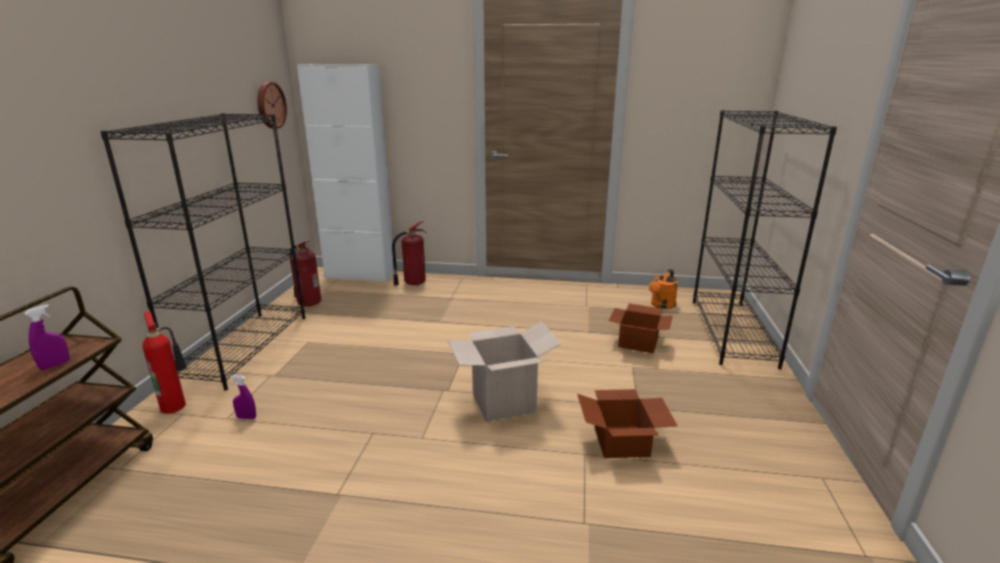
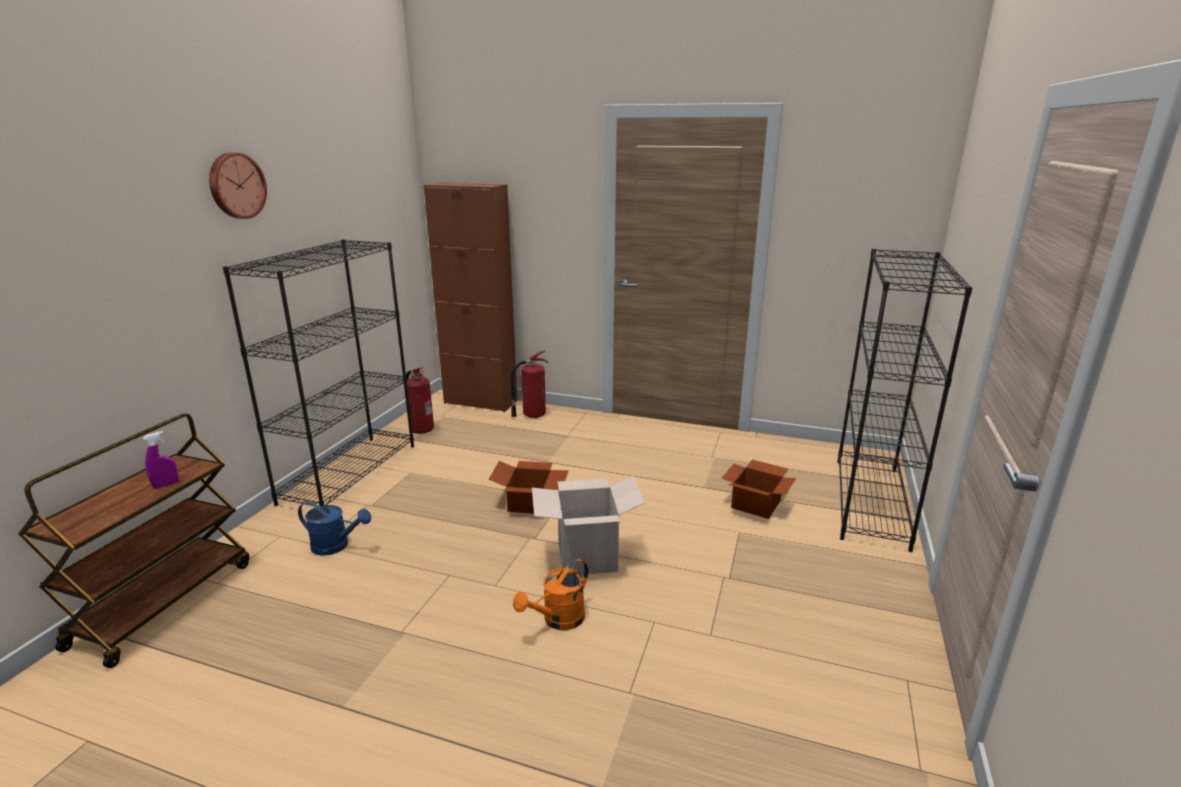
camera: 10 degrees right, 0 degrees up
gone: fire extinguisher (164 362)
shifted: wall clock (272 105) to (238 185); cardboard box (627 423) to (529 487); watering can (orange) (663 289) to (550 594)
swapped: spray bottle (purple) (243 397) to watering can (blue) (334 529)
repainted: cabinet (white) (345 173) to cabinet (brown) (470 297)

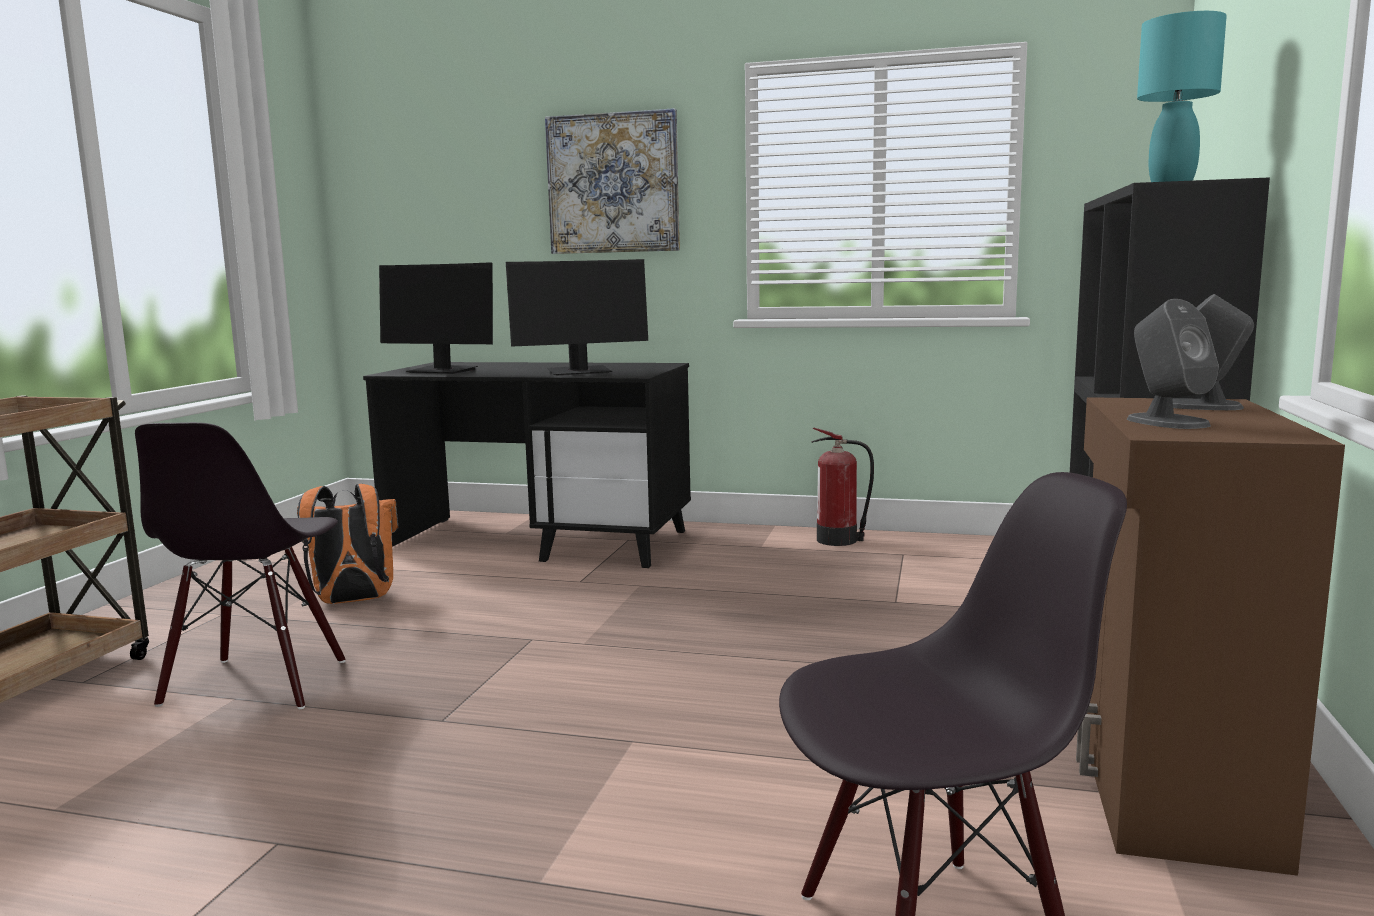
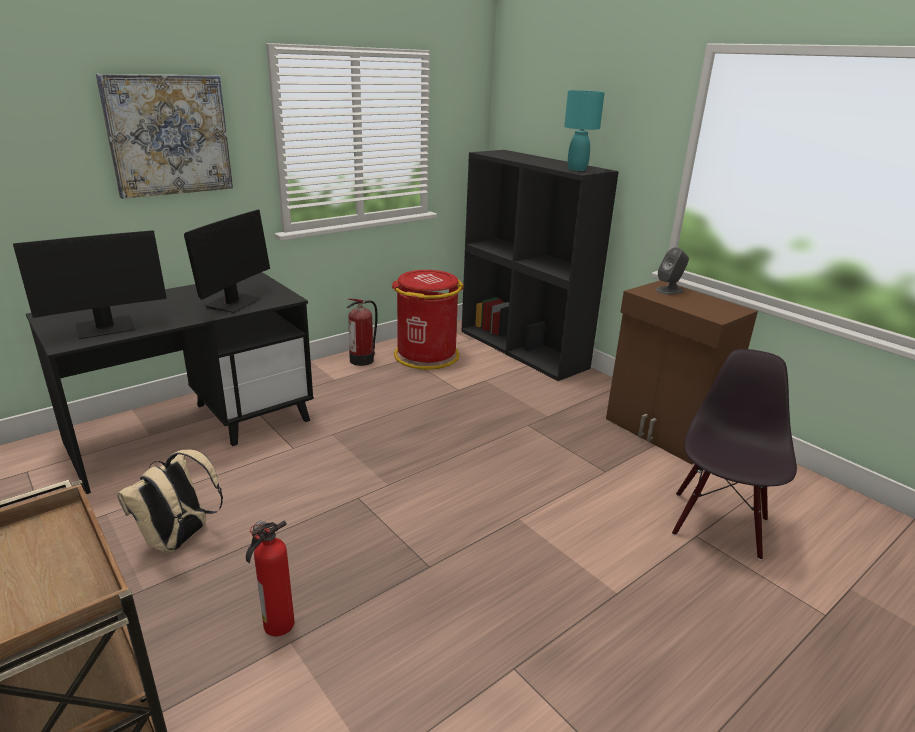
camera: 55 degrees left, 15 degrees up
gone: speaker (grey) (1173 364)
new: trash can (red) (428 319)
swapped: chair (black) (240 565) to fire extinguisher (270 578)
repainted: backpack (orange) (347 544) to backpack (beige) (170 501)

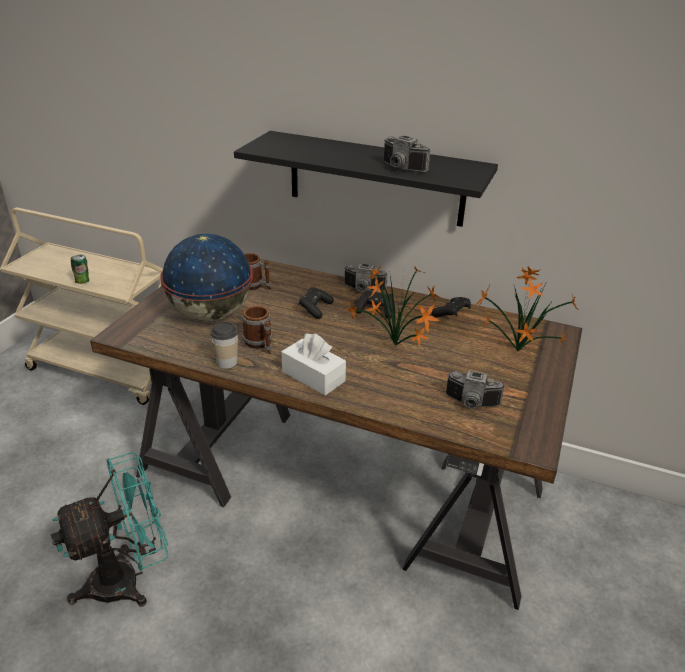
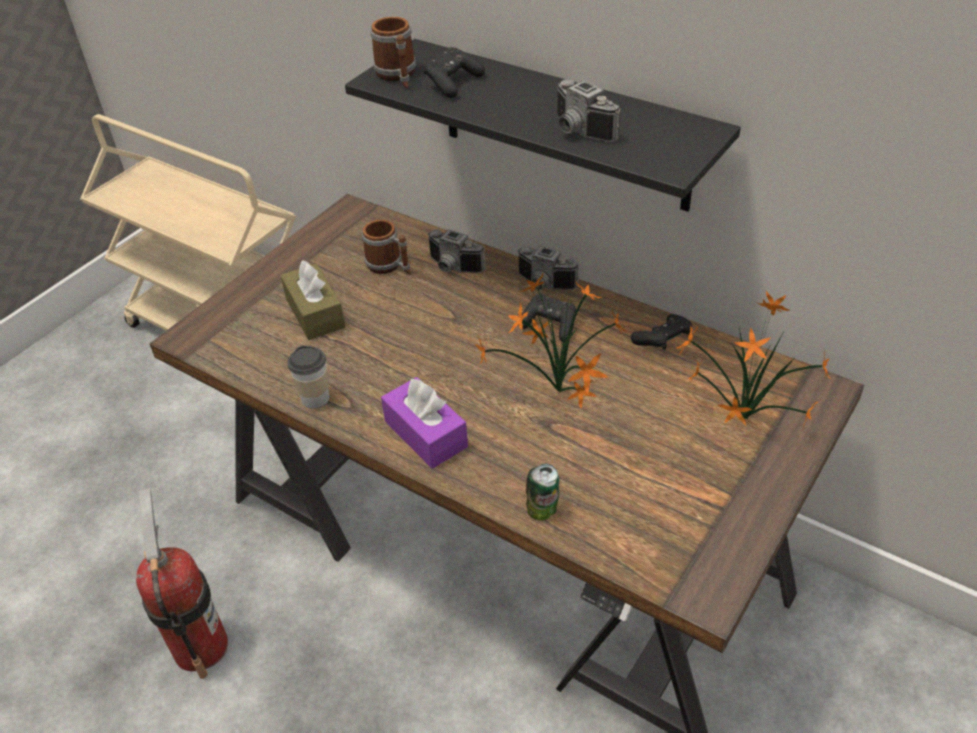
camera: 15 degrees right, 10 degrees up
shifted: can (80 269) to (542 492); mug (257 330) to (393 53); game controller (black) (316 303) to (454 72); photo camera (475 389) to (457 251)
swapped: fan (turquoise) (109 529) to fire extinguisher (182 583); globe (206 277) to tissue box (brown) (312 300)
repainted: tissue box (white) (313 364) to tissue box (purple) (424 423)

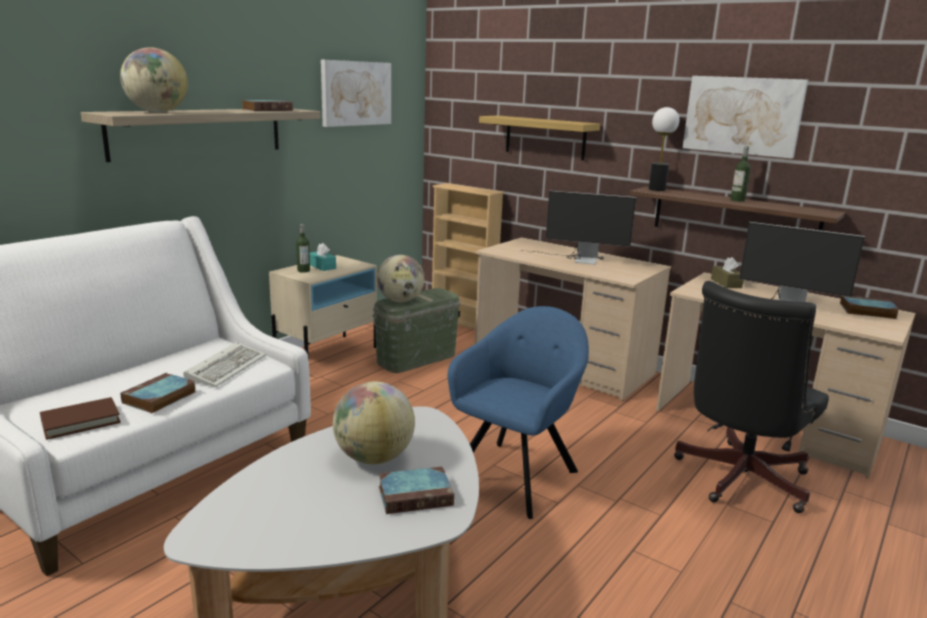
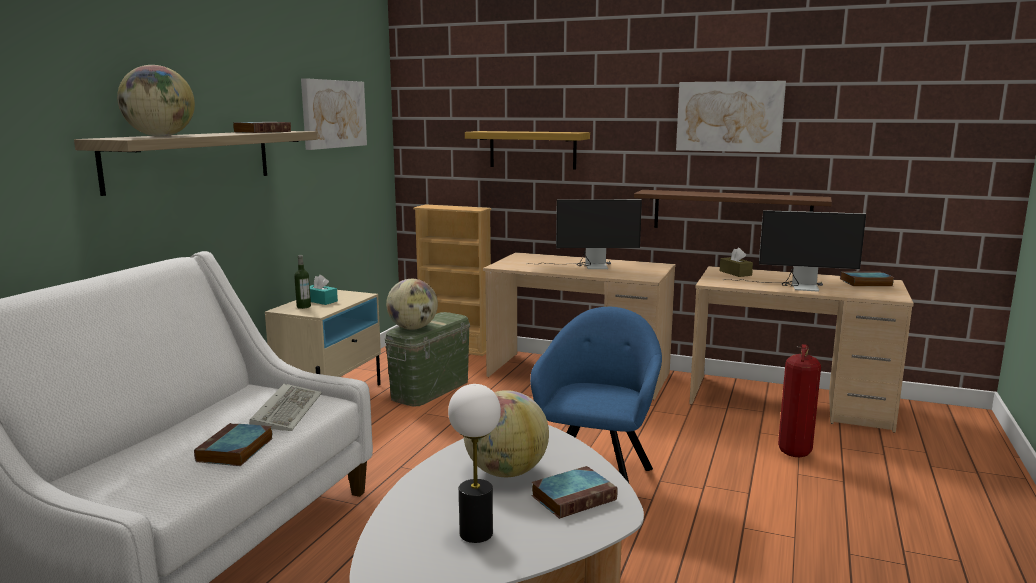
camera: 15 degrees left, 5 degrees down
gone: book (brown) (80 418); bottle (741 174)
shifted: table lamp (664 149) to (474 463)
swapped: office chair (black) (751 397) to fire extinguisher (799 400)

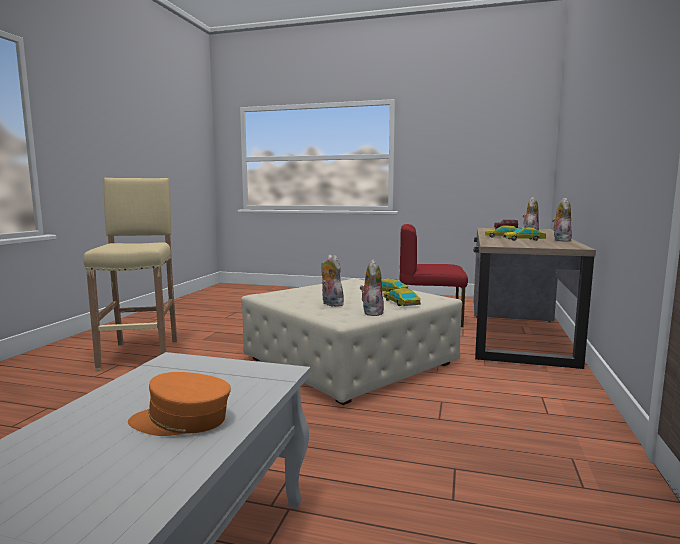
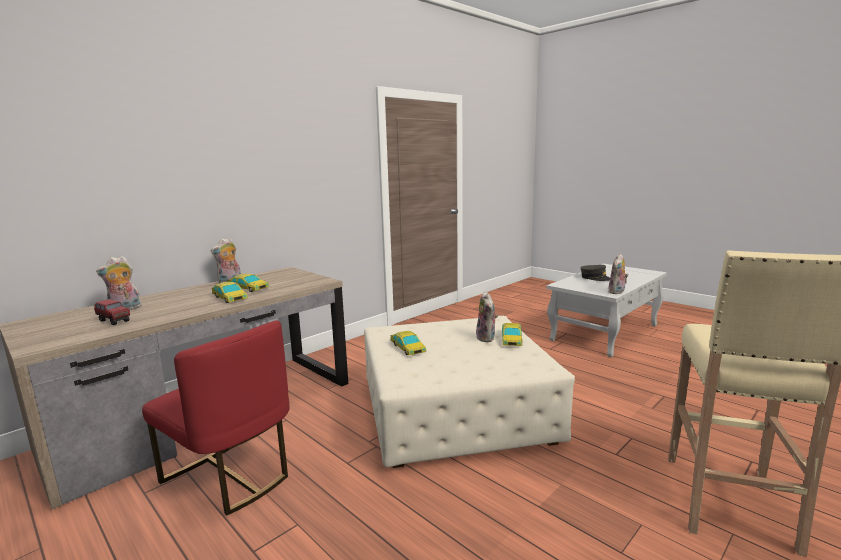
camera: 150 degrees left, 5 degrees up
shifted: plush toy (372 287) to (618 274); toy car (402 297) to (512 334)
repainted: cap (orange) (179 404) to cap (grey) (595 273)

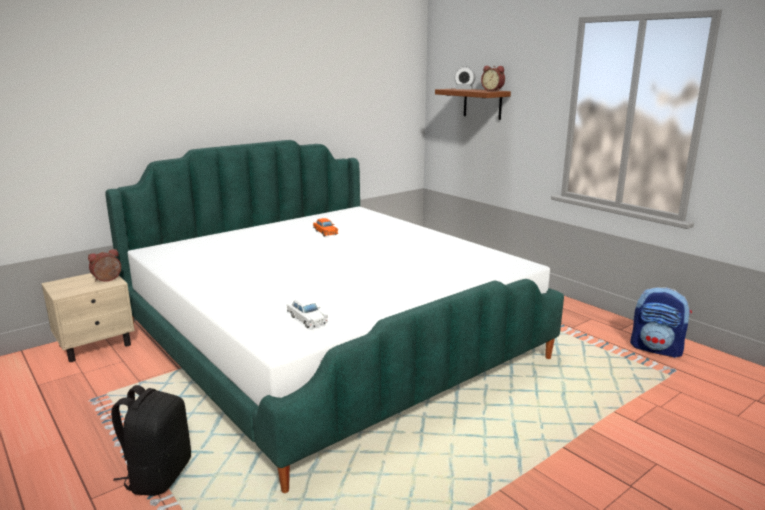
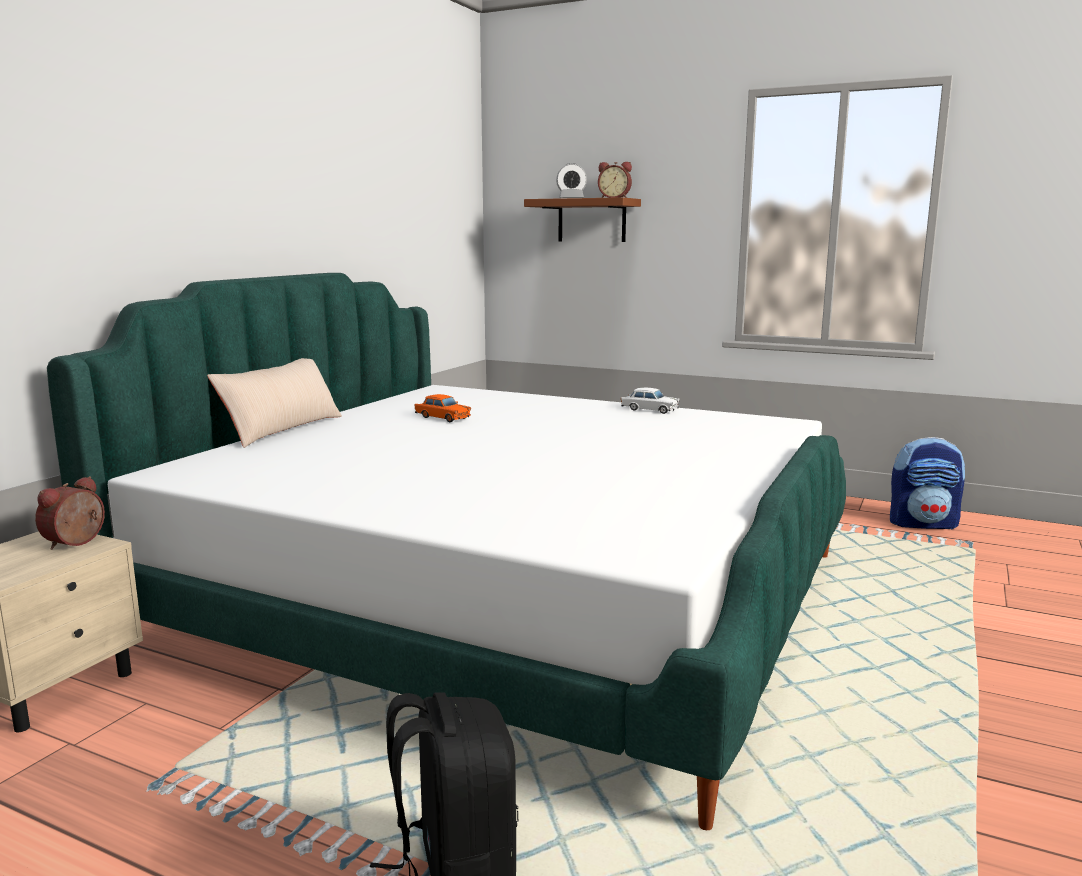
camera: 25 degrees left, 5 degrees down
new: pillow (beige) (274 403)
shifted: toy car (white) (307 312) to (650 401)

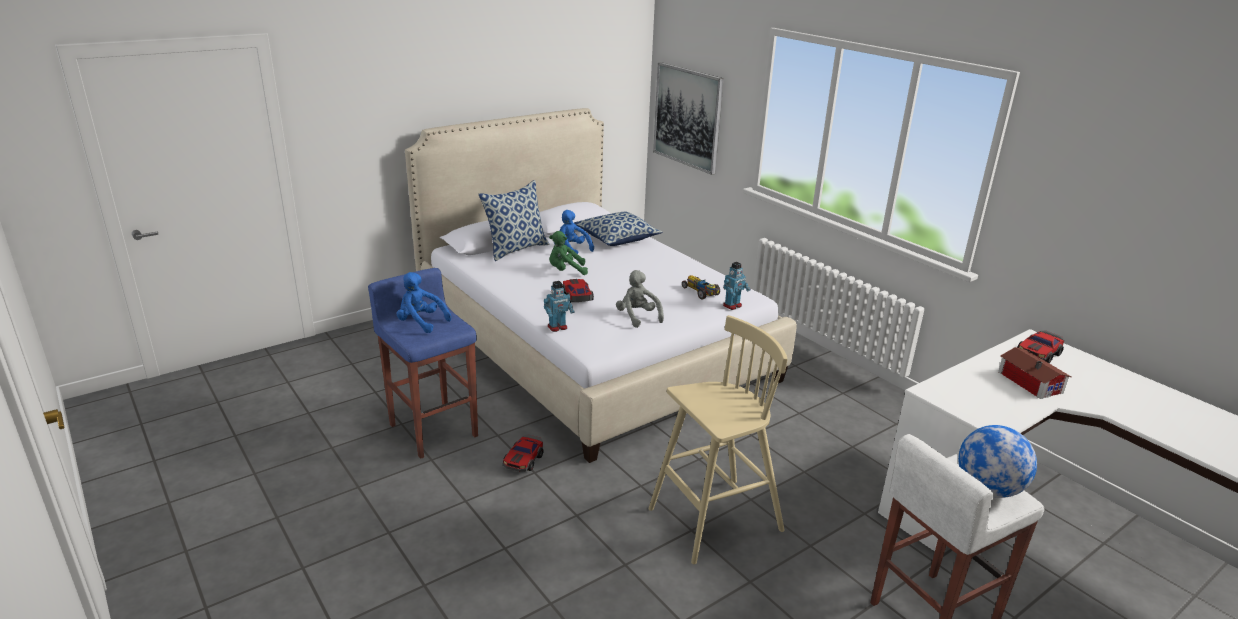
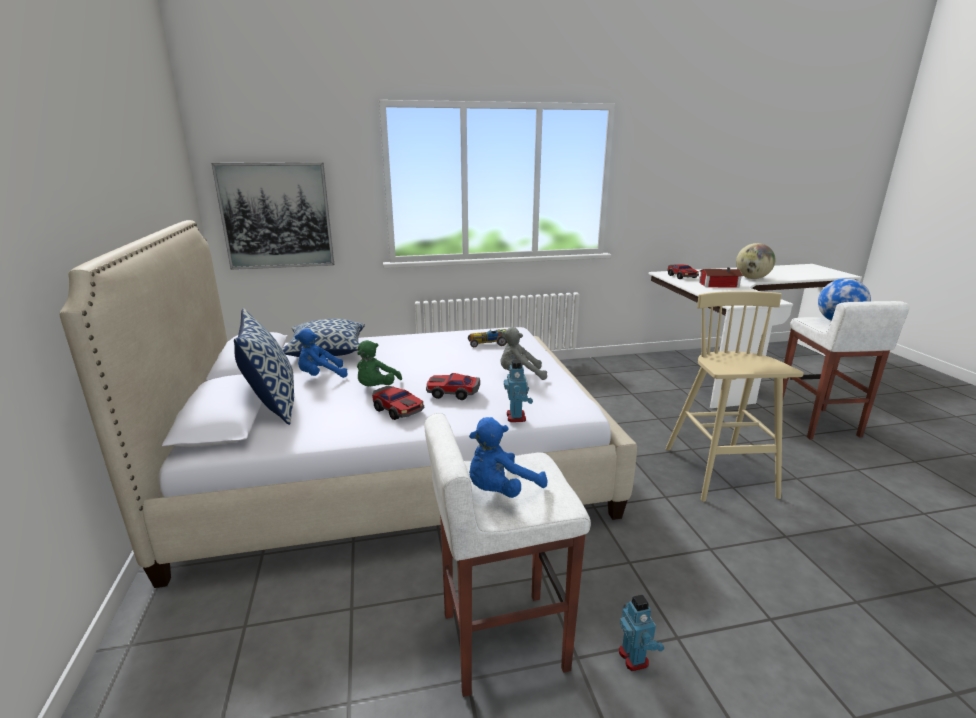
camera: 65 degrees left, 5 degrees down
new: globe (756 261)
shifted: toy car (523 453) to (398 403); toy robot (737 286) to (641 633)
repainted: stool (blue) (423 363) to stool (white) (508 555)

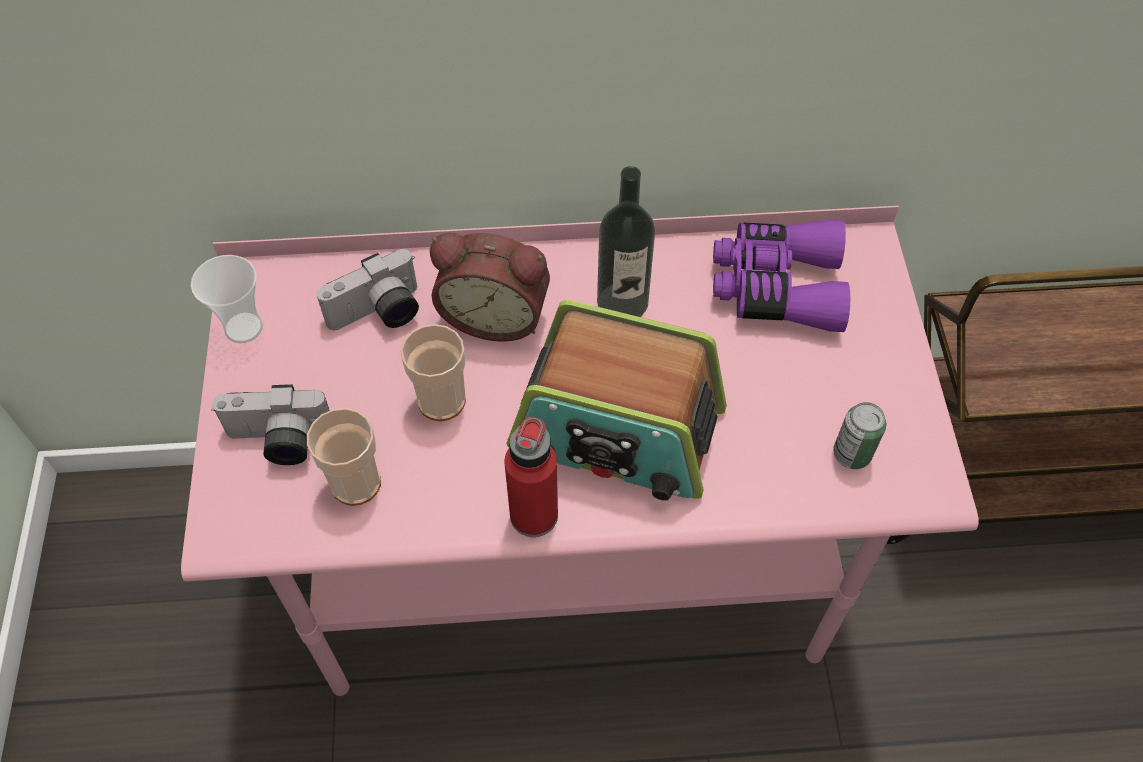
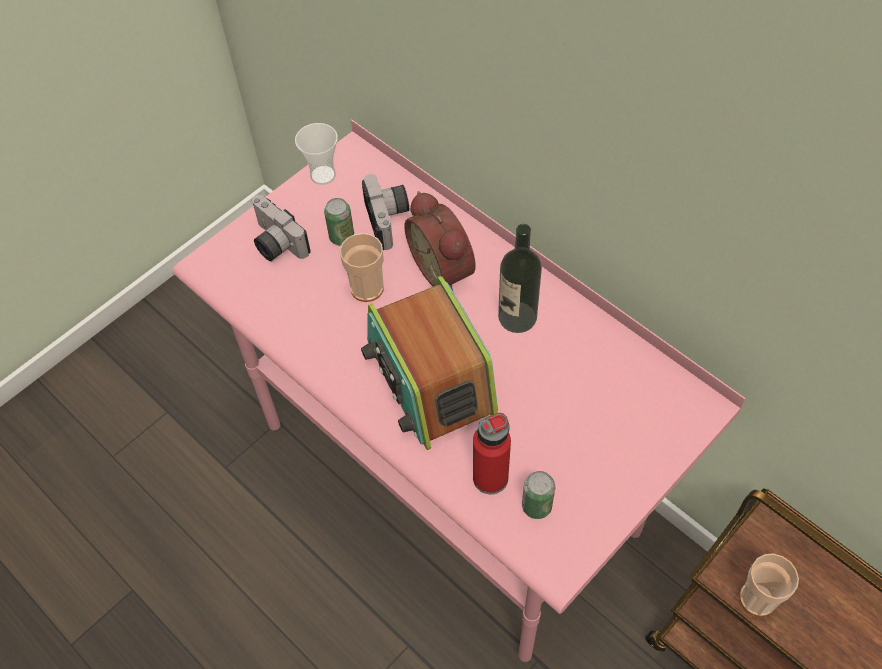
camera: 50 degrees right, 0 degrees up
gone: binoculars (purple) (781 276)
new: can (339 221)
shifted: cup (344 457) to (769 585); bottle (red) (531 477) to (492 453)
rotated: photo camera (368 289) = (385 212) 120 degrees counterclockwise

